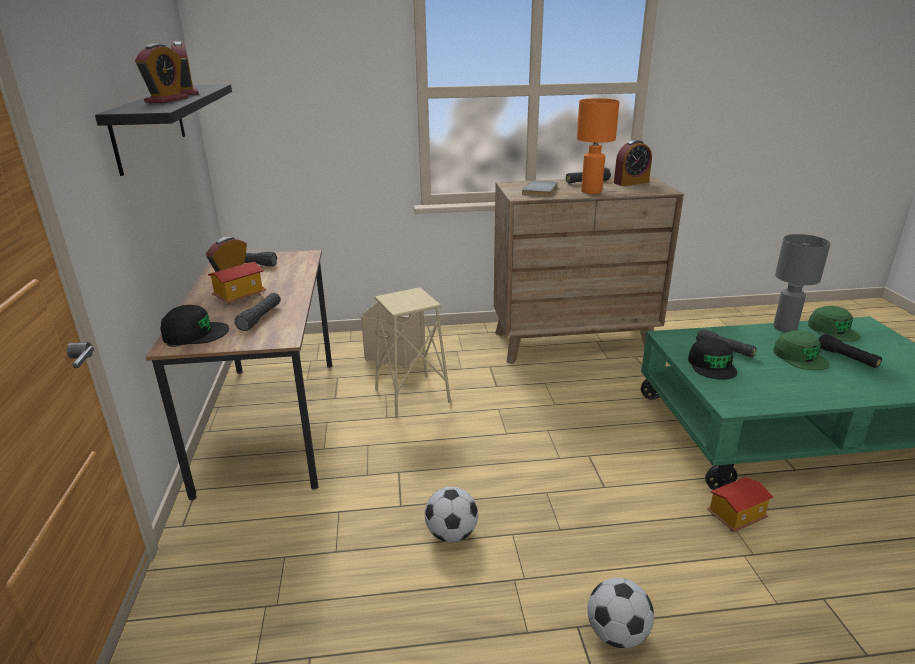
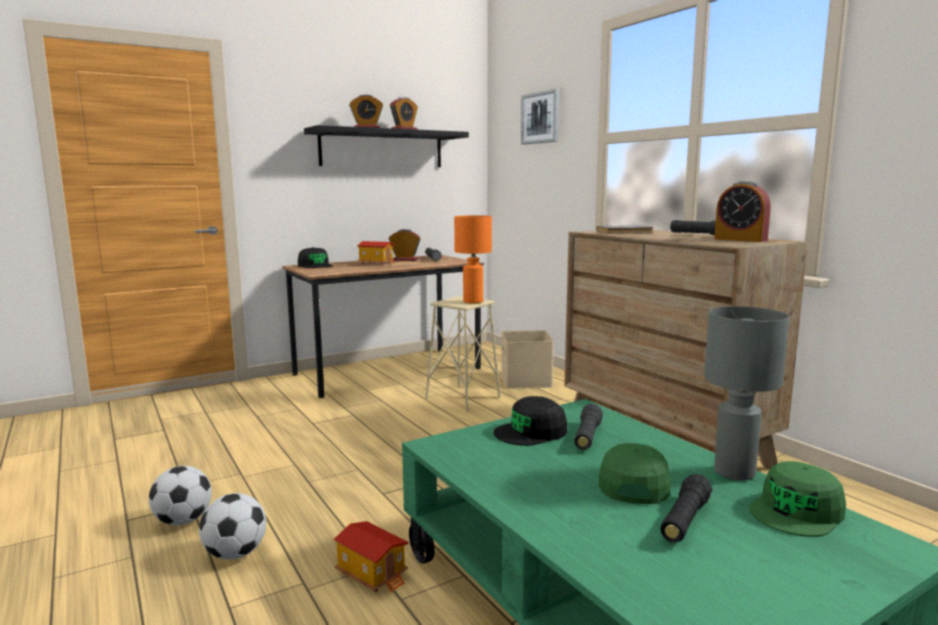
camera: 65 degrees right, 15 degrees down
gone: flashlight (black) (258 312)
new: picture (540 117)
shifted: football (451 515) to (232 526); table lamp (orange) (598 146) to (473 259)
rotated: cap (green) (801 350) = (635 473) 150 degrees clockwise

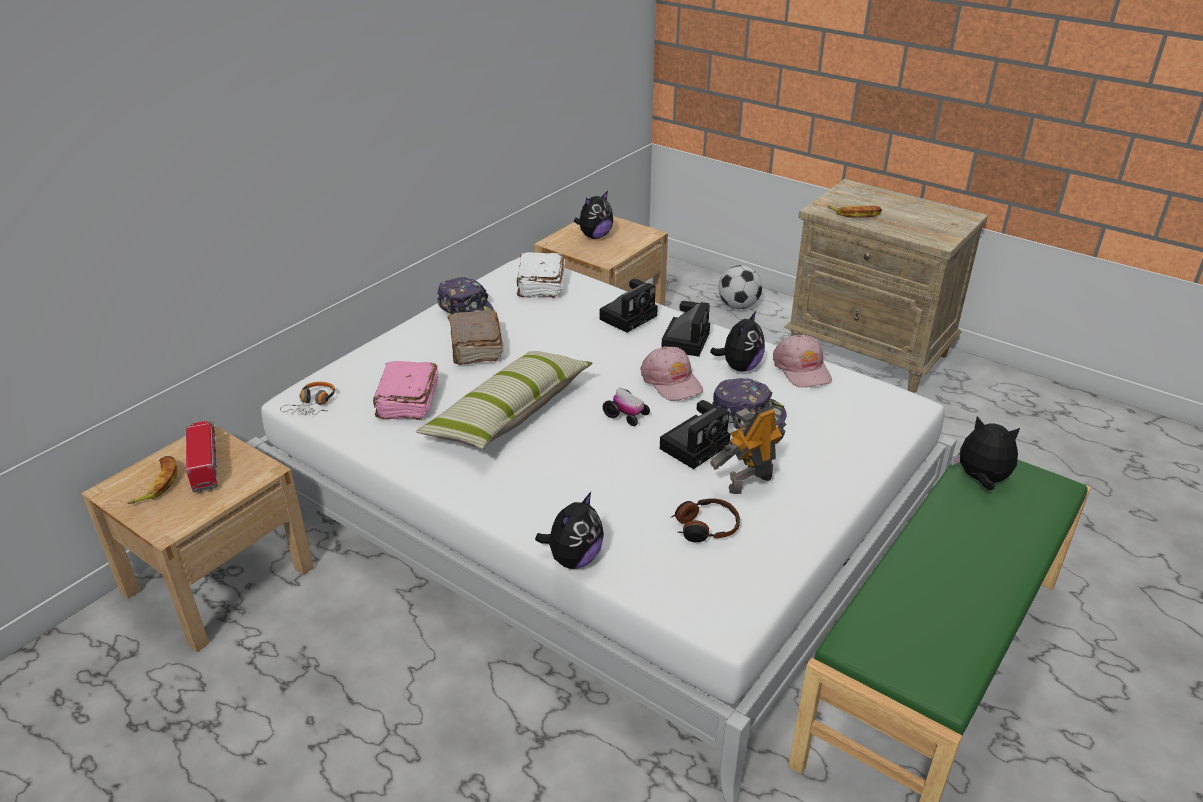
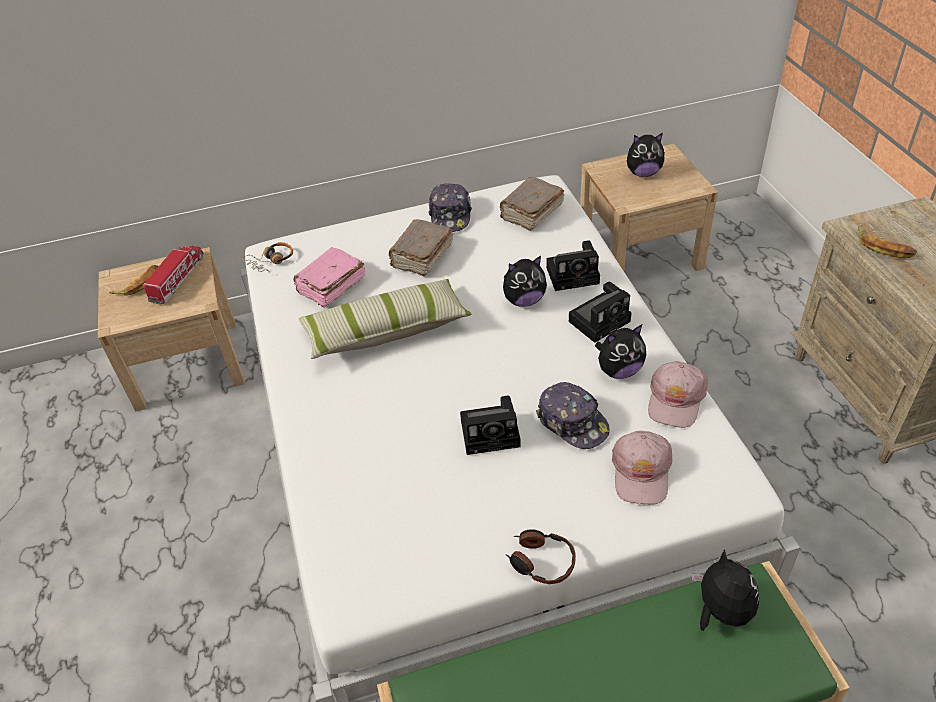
camera: 40 degrees right, 10 degrees up
gone: toy car (626 407); toy robot (748 450); football (740 287)
shifted: plush toy (569 530) to (525 281); cap (pink) (671 373) to (642 467); headphones (705 520) to (540 556)
repainted: book (white) (541 275) to book (brown) (532 204)

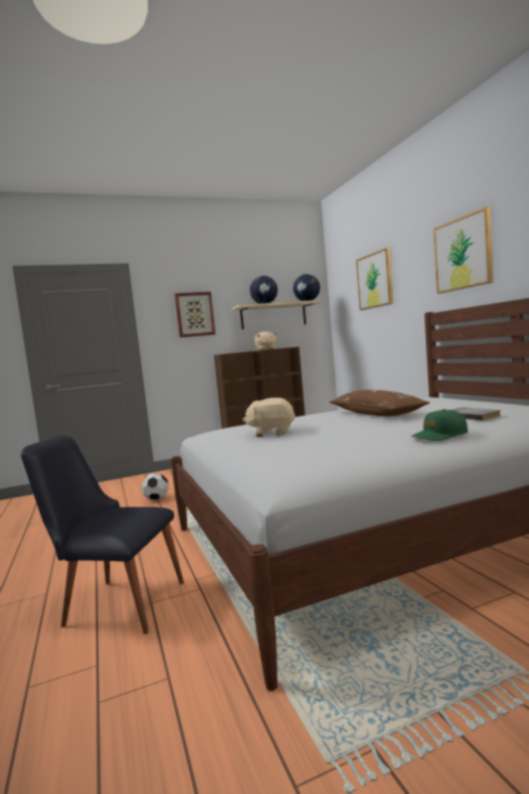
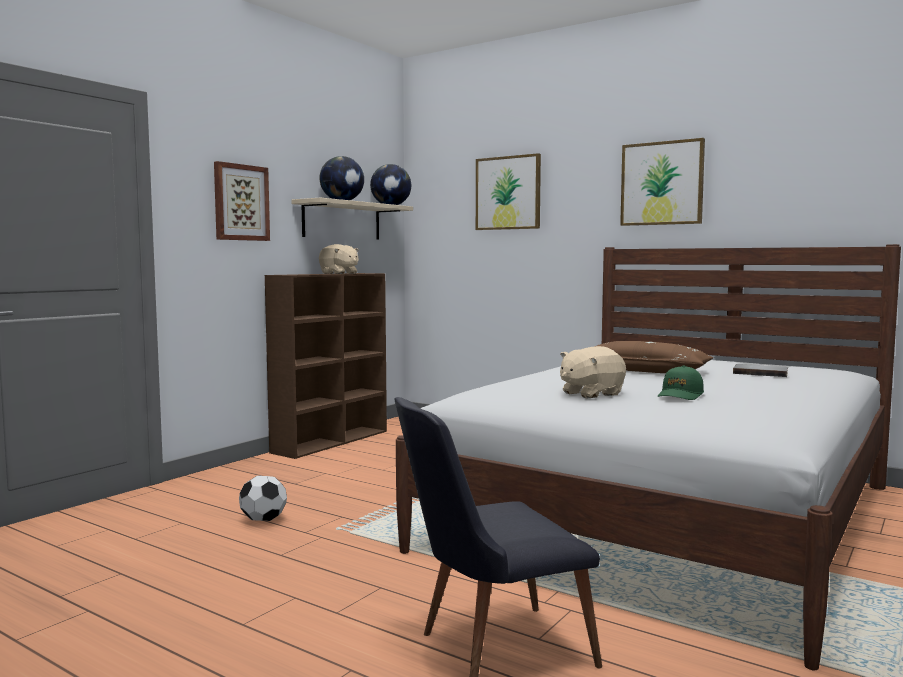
camera: 35 degrees left, 0 degrees up
shifted: cap (green) (439 425) to (681 383)

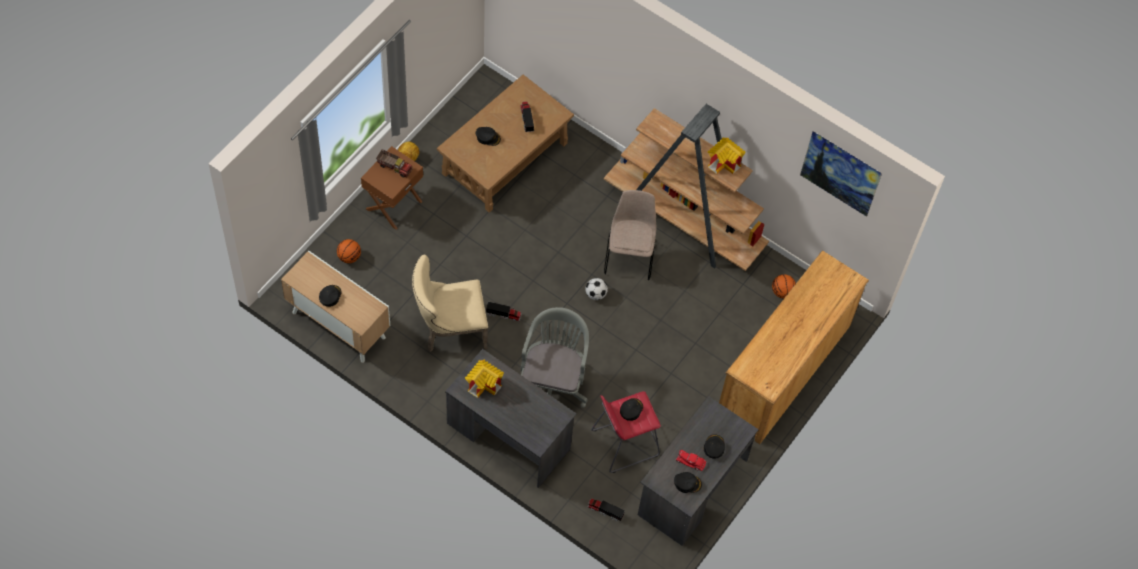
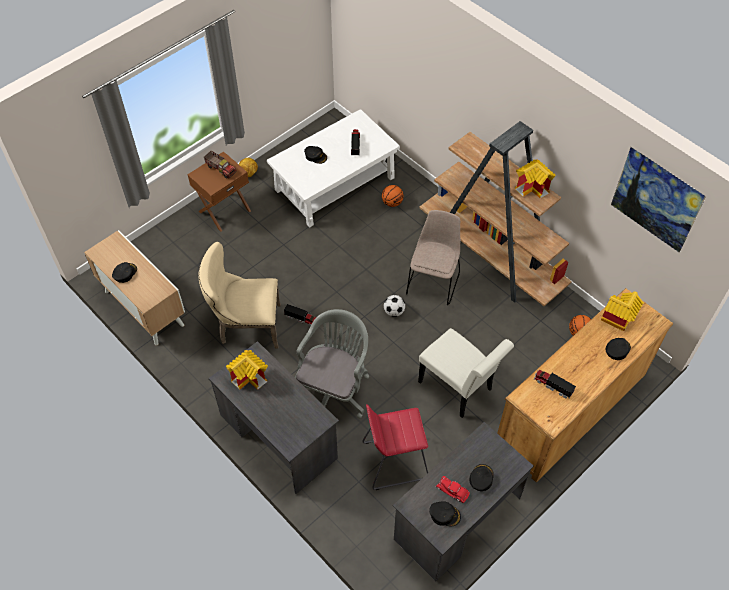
camera: 15 degrees right, 5 degrees down
new: chair (white) (466 373); toy house (622 311)
shifted: basketball (349 251) to (393 196); toy truck (606 510) to (555 384); cap (black) (631 409) to (618 349)
repainted: coffee table (brown) (505 144) to coffee table (white) (333 168)

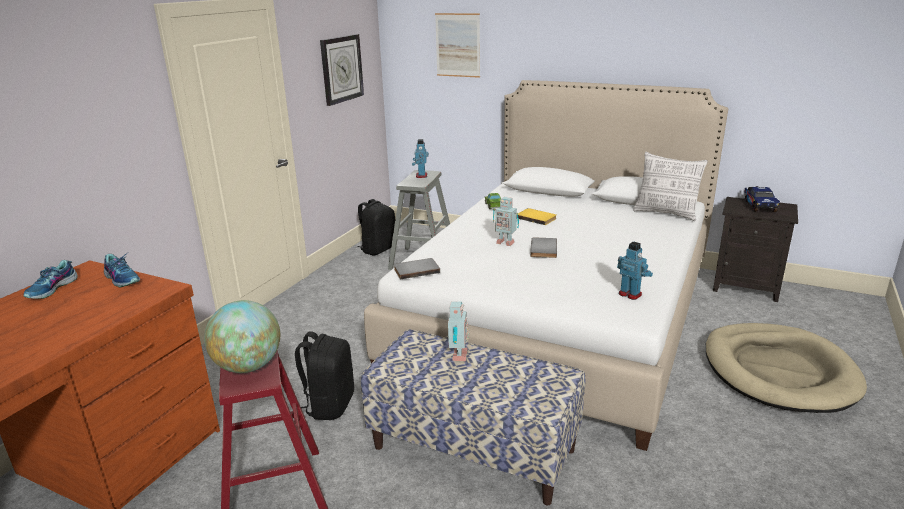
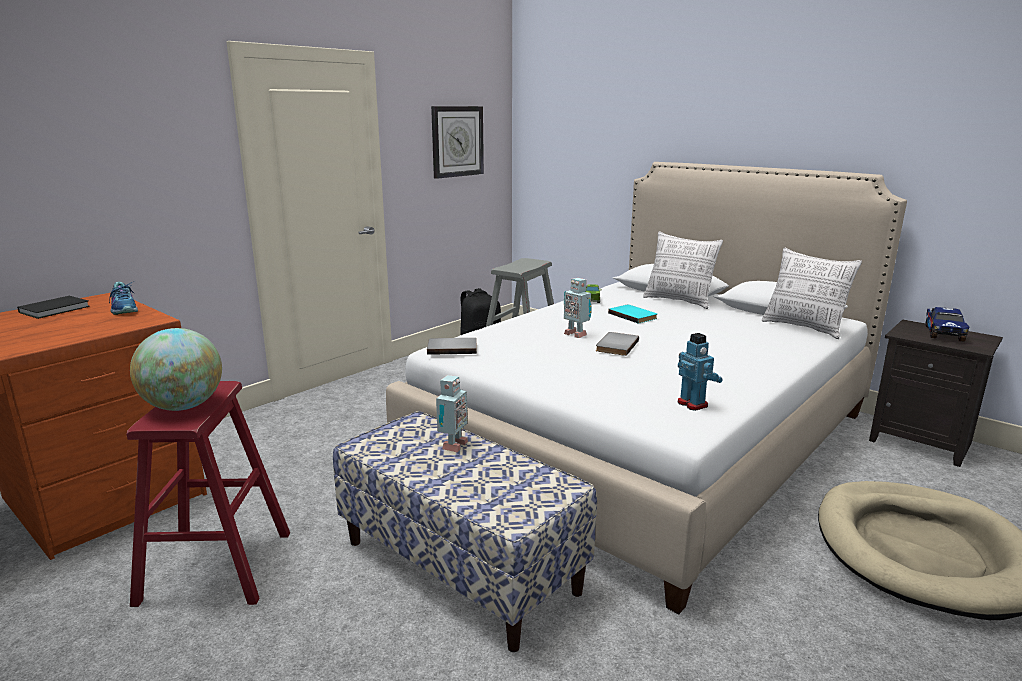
camera: 15 degrees right, 5 degrees down
gone: backpack (black) (324 375); toy robot (420 158); picture (457 45)
new: pillow (683 270)
swapped: shoe (50 279) to book (black) (53 307)
repainted: book (yellow) (537 216) to book (turquoise) (632 314)

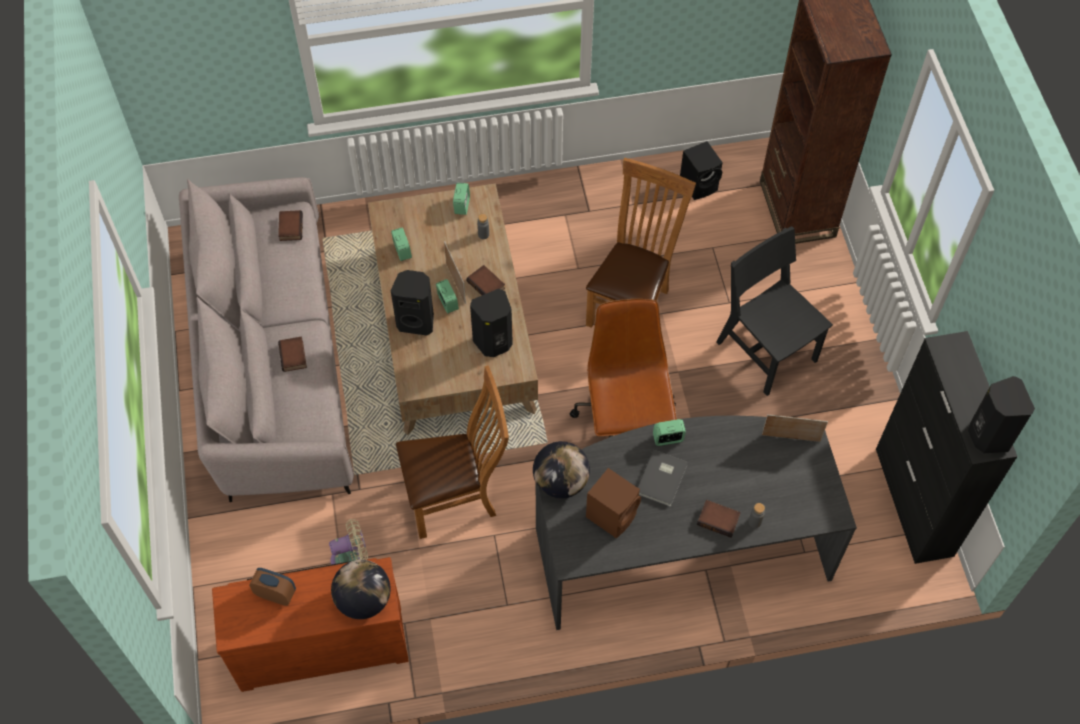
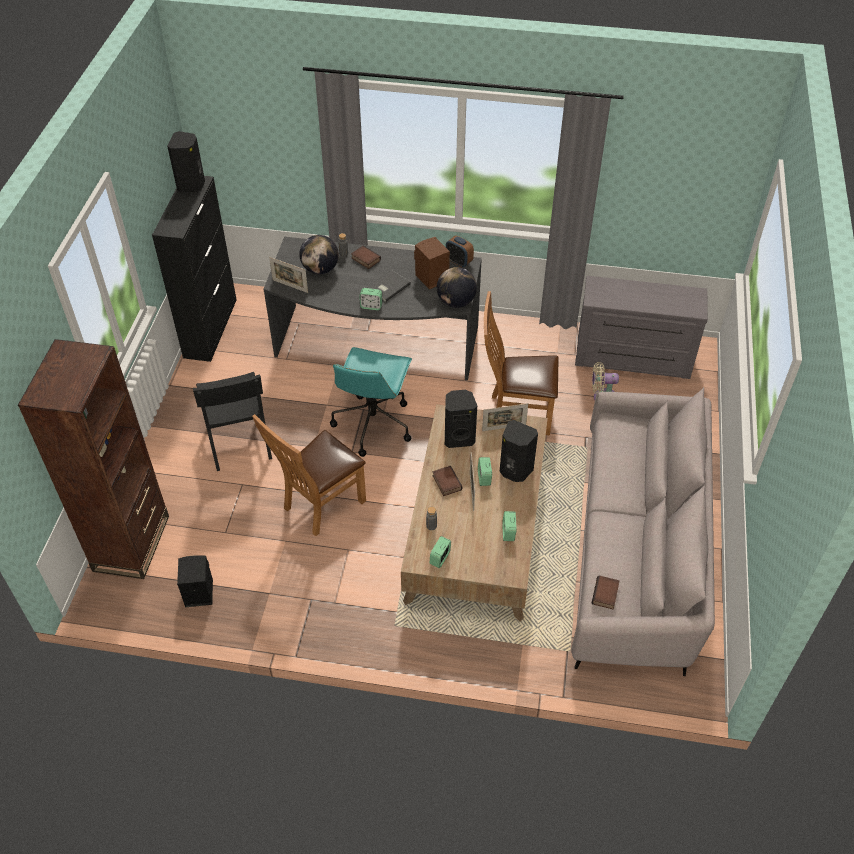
camera: 160 degrees left, 10 degrees down
gone: book (292 354)
new: picture frame (505 417)
shifted: alarm clock (272 587) to (460 251); globe (361 589) to (319 254)
repainted: dresser (brown) (310 624) to dresser (grey) (641 327); office chair (brown) (623 368) to office chair (turquoise) (371 402)

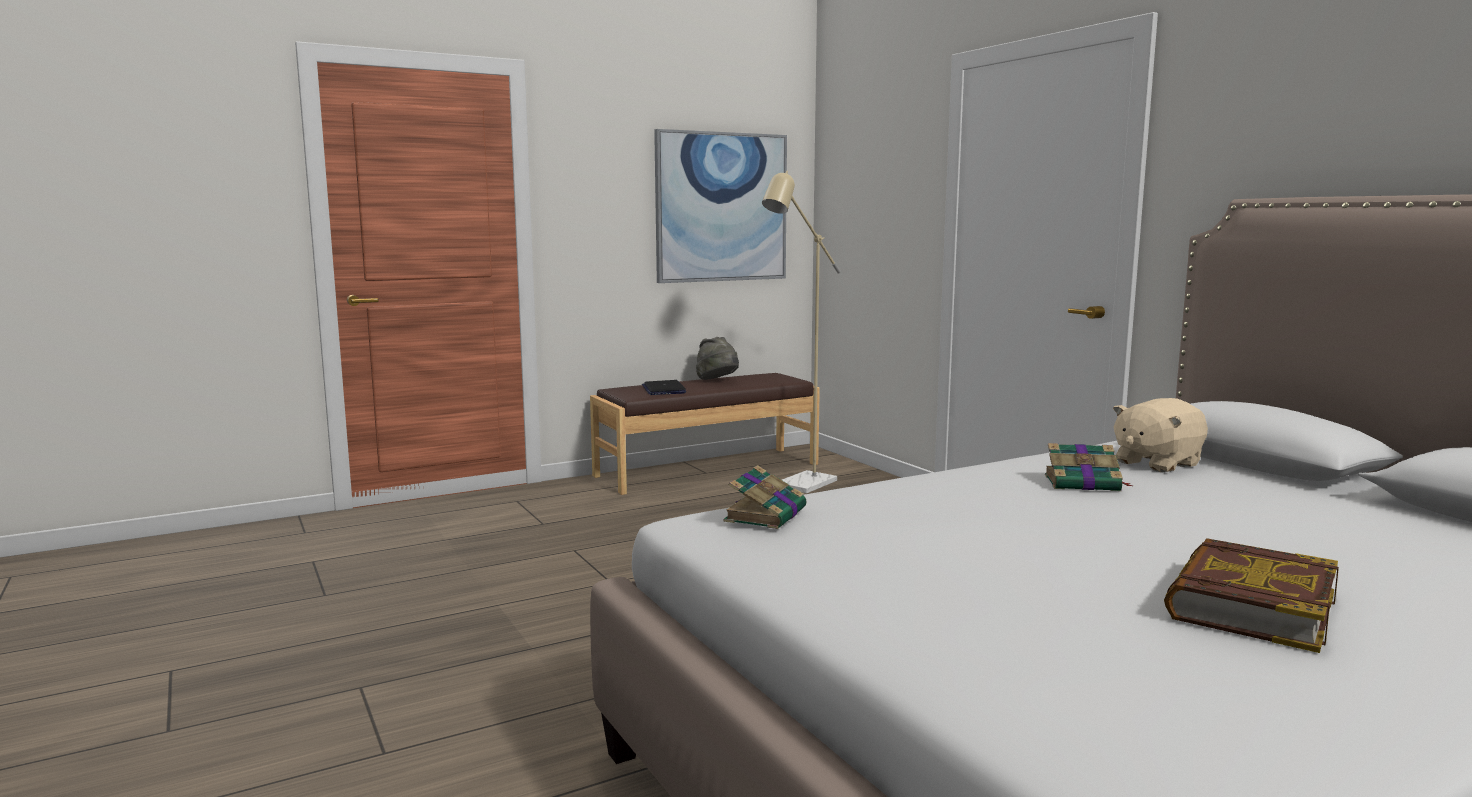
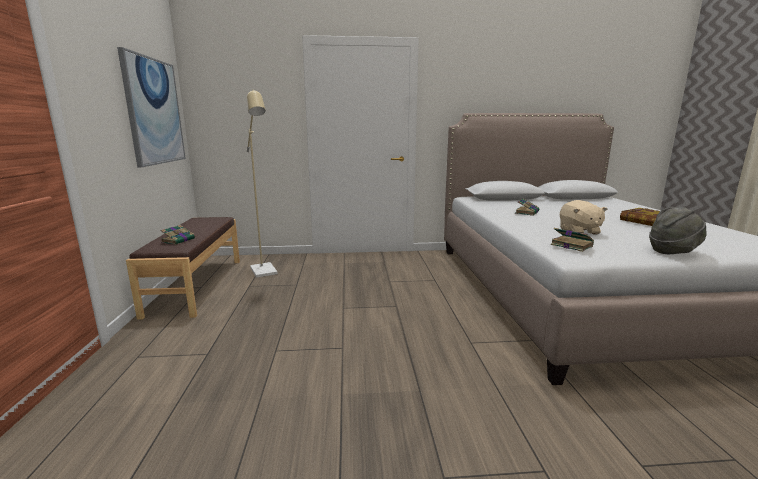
camera: 65 degrees left, 5 degrees up
shifted: hat (grey) (717 358) to (678 230); plush toy (beige) (1160 435) to (583 217)
swapped: laptop (664 387) to book (178 235)

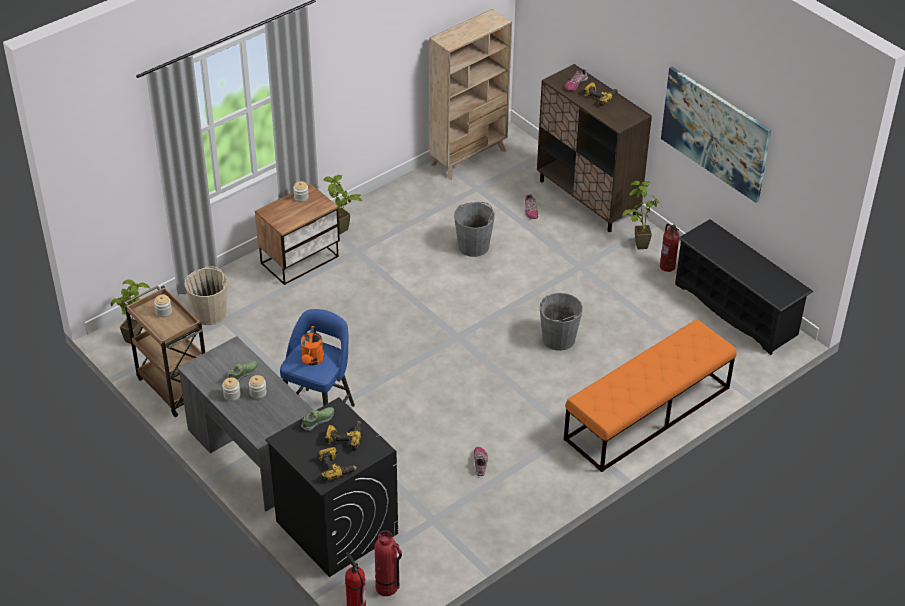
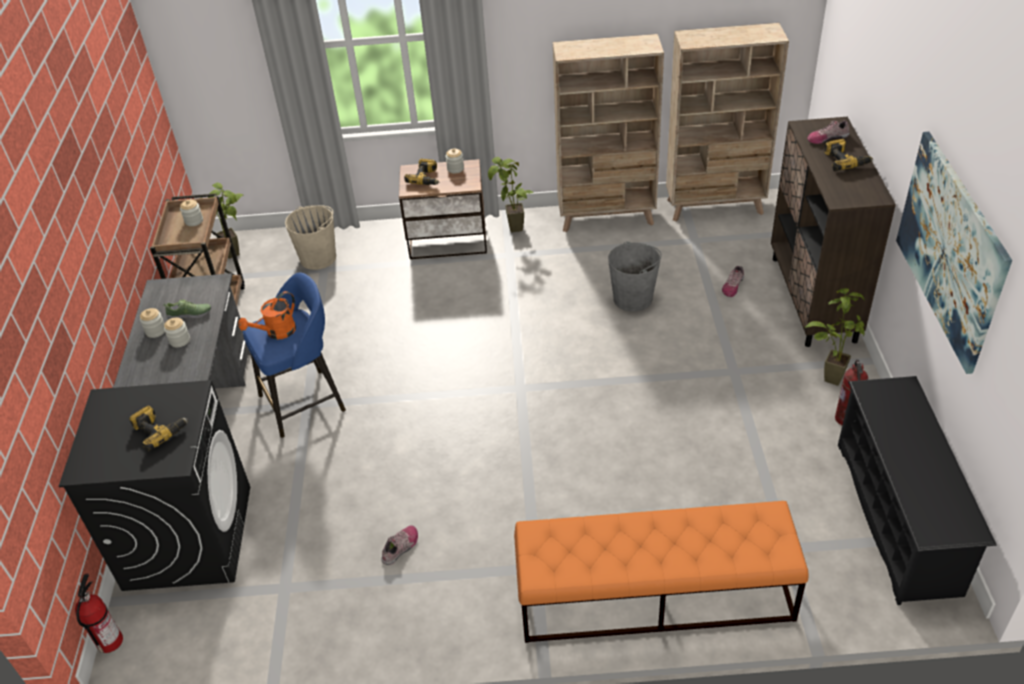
camera: 40 degrees right, 0 degrees up
gone: shoe (317 419); fire extinguisher (388 563); bucket (grey) (561 322)
new: bookcase (beige) (608 133)
shifted: power drill (337 464) to (421 172)

